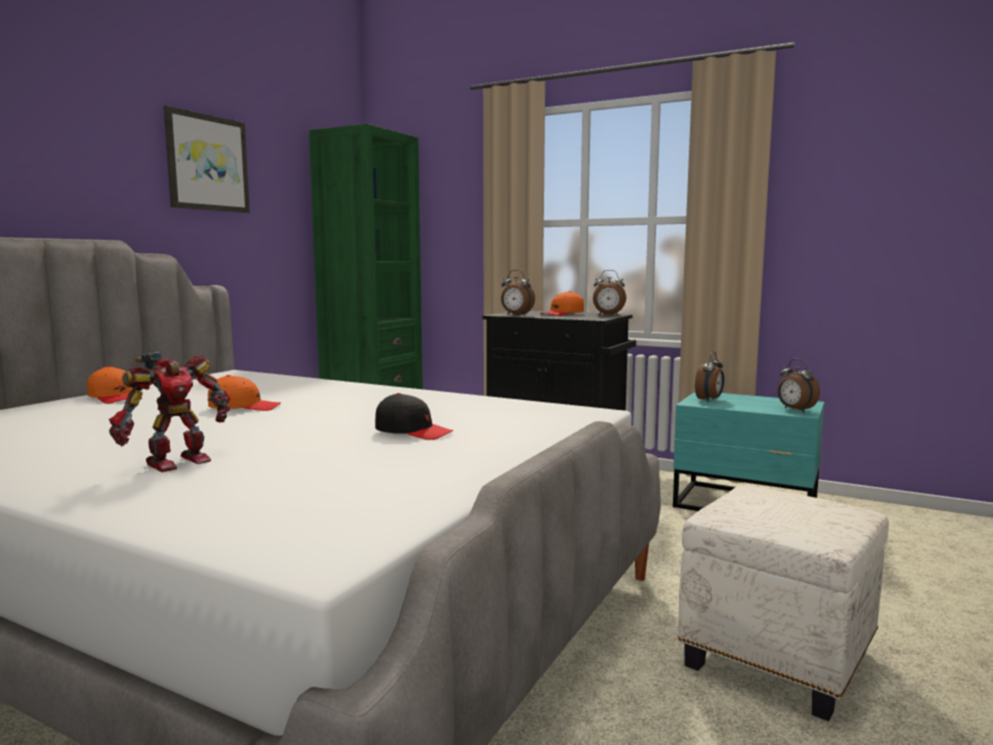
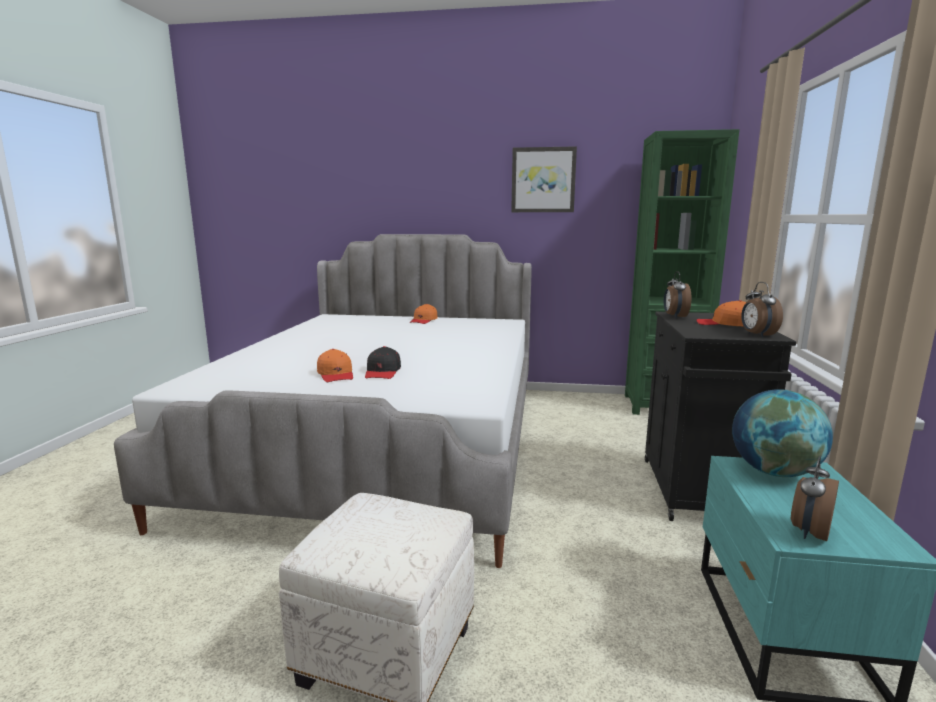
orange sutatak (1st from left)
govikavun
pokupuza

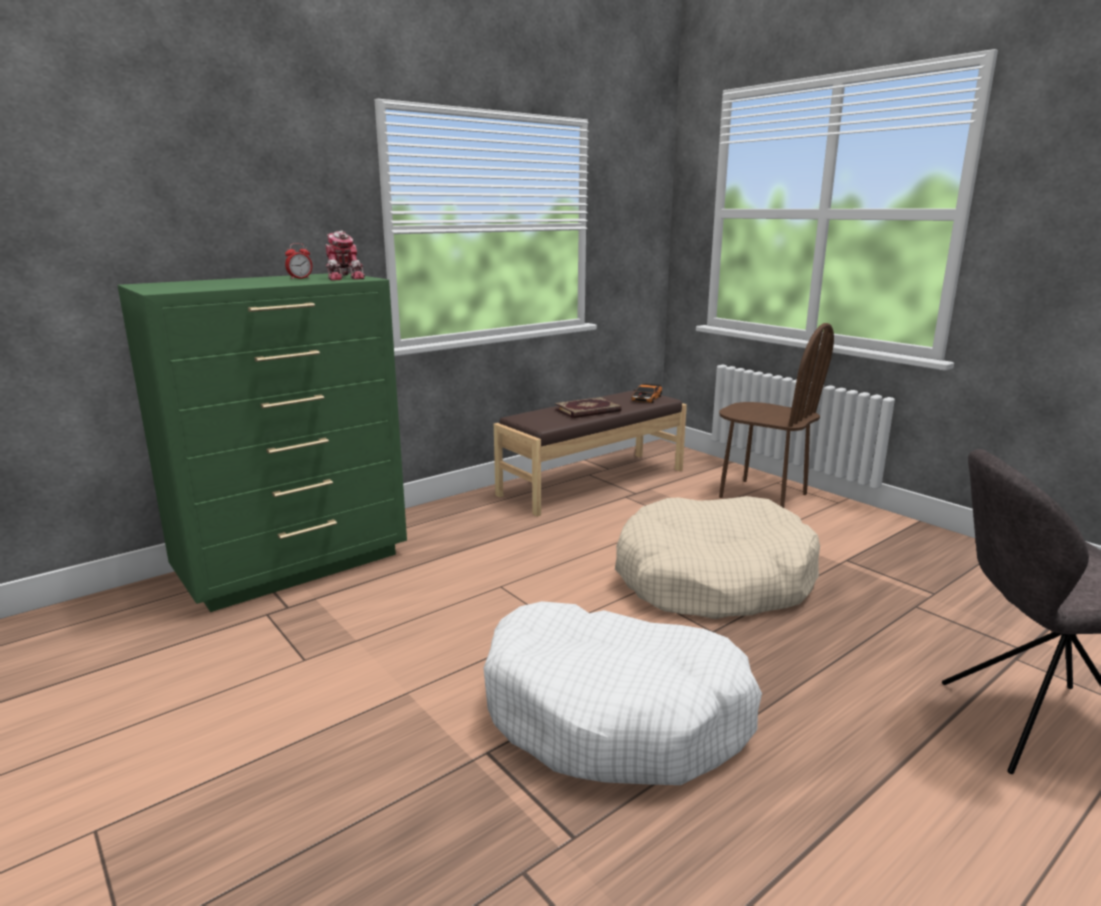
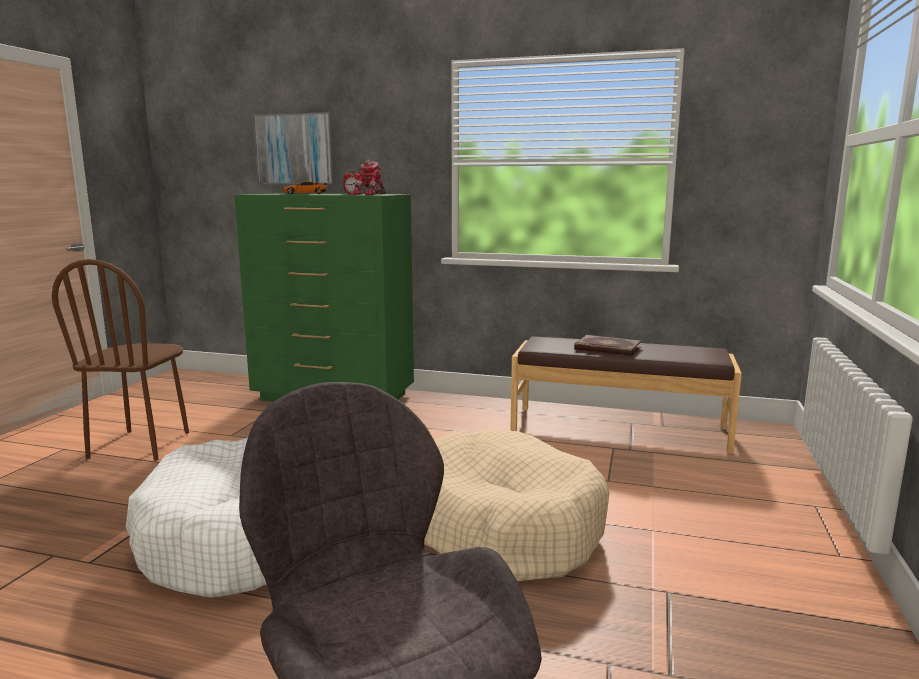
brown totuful
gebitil
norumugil

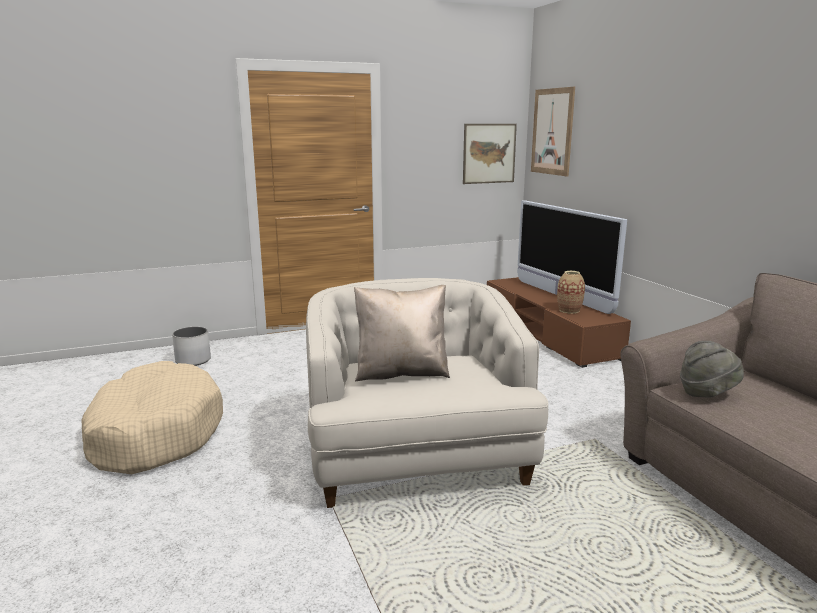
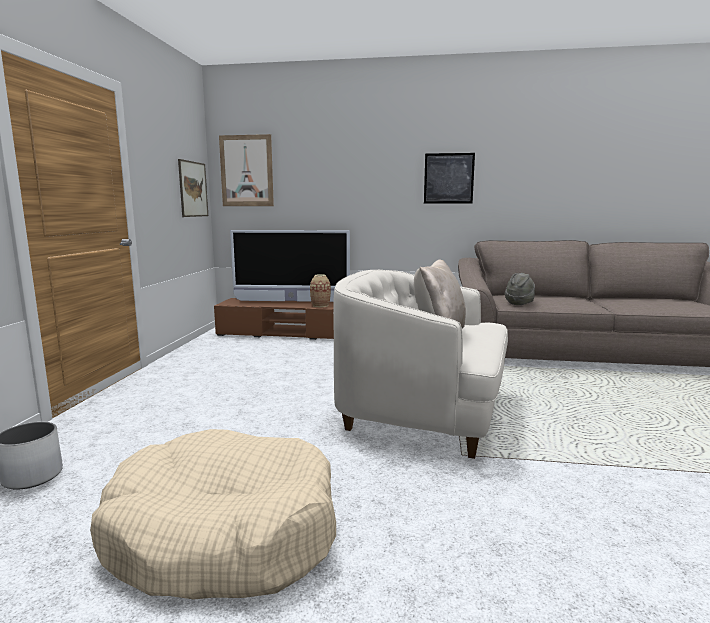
gebitil (3rd from left)

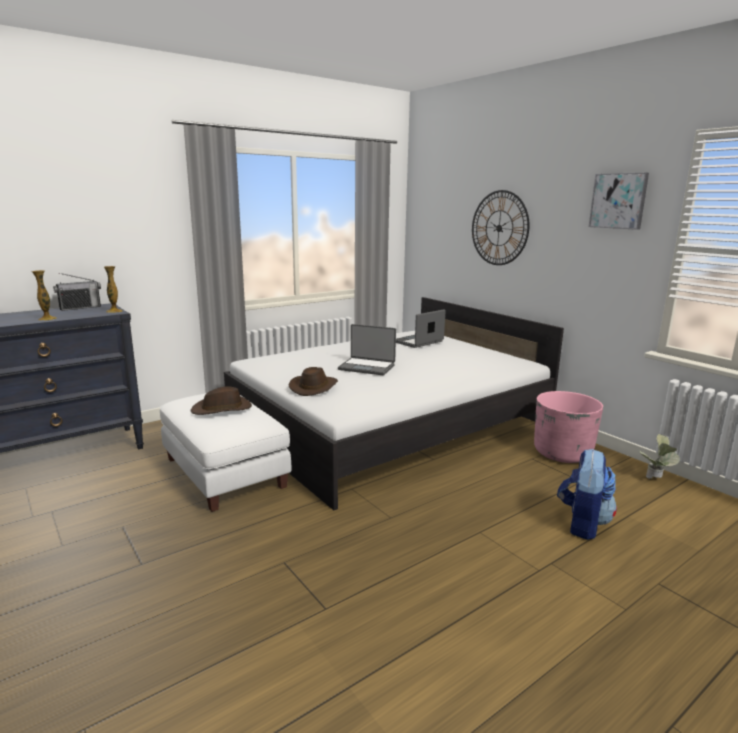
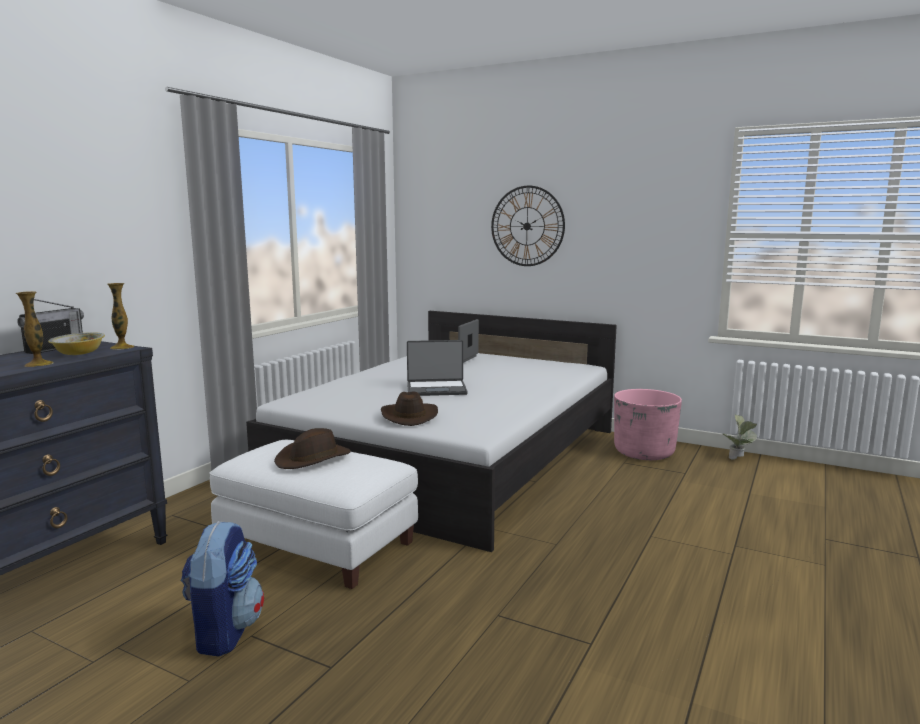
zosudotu
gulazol
gebitil

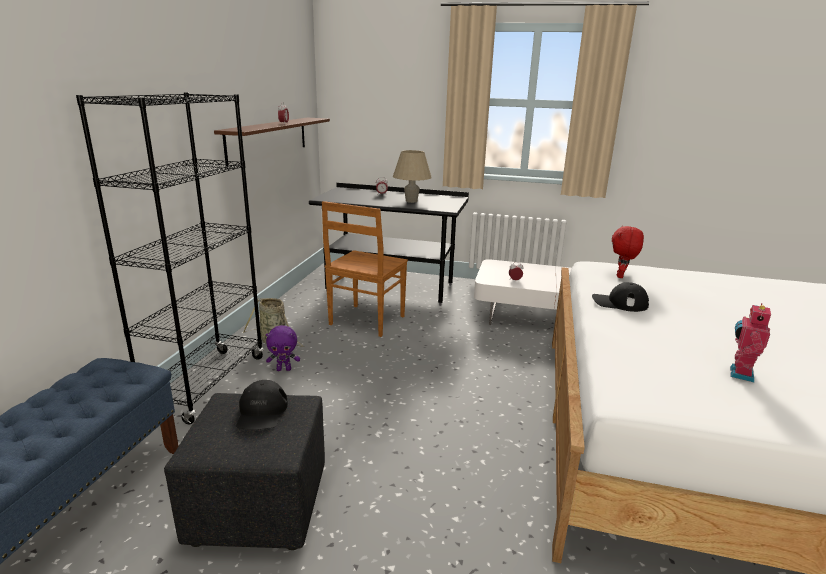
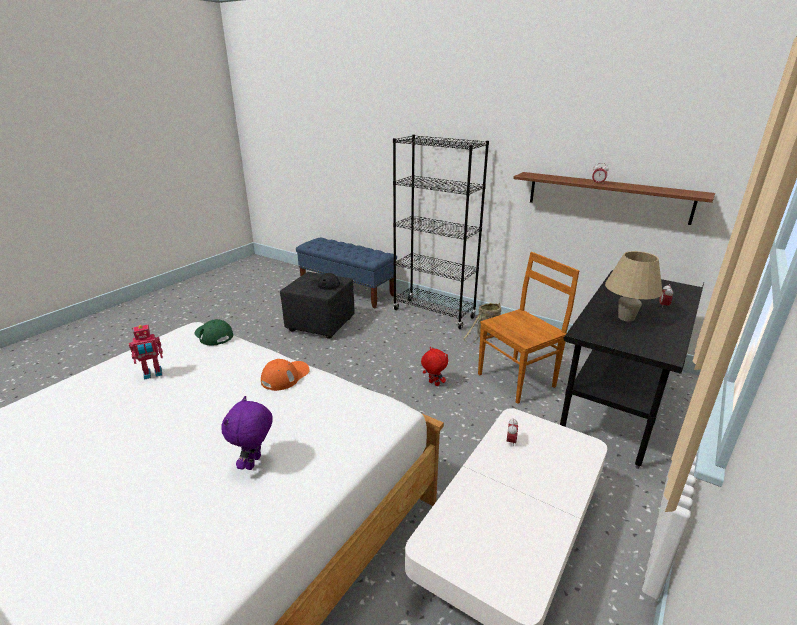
pokupuza
green sutatak
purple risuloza
orange sutatak
red risuloza
brown totuful

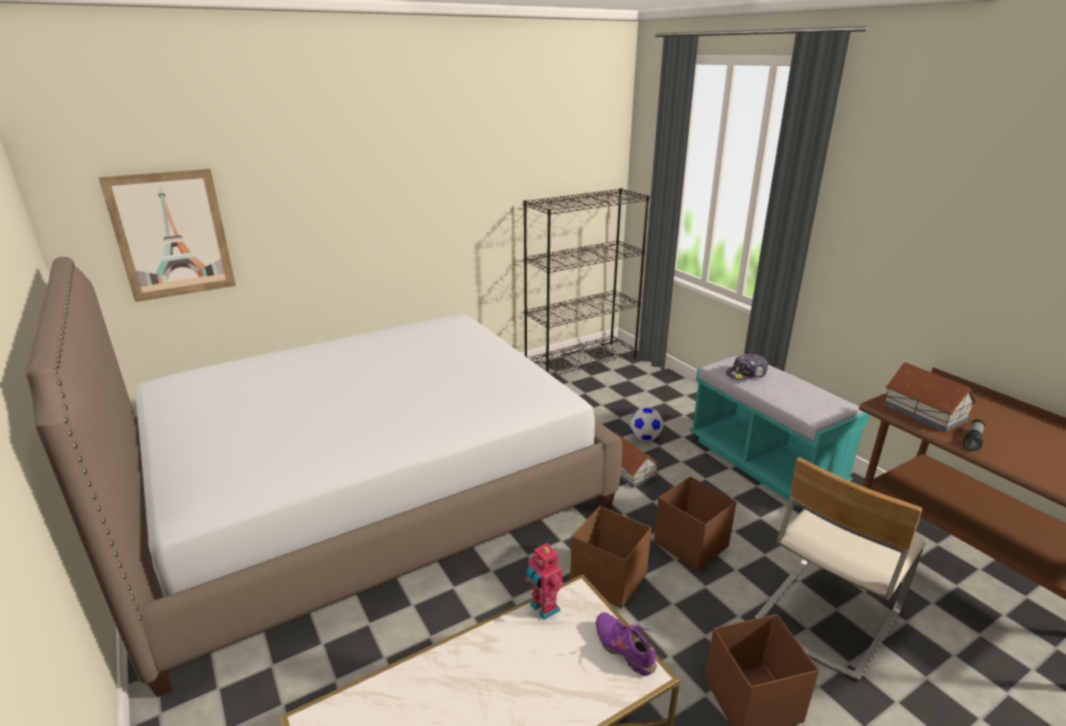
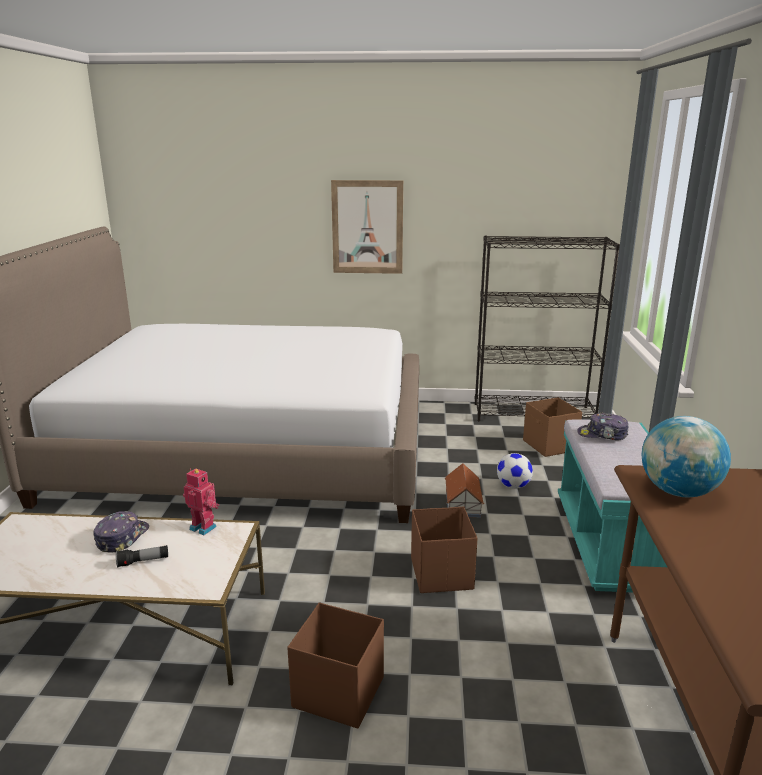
sutatak (1st from left)
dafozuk
pokupuza
gebitil
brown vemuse (3rd from left)
govikavun
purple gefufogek
beige totuful

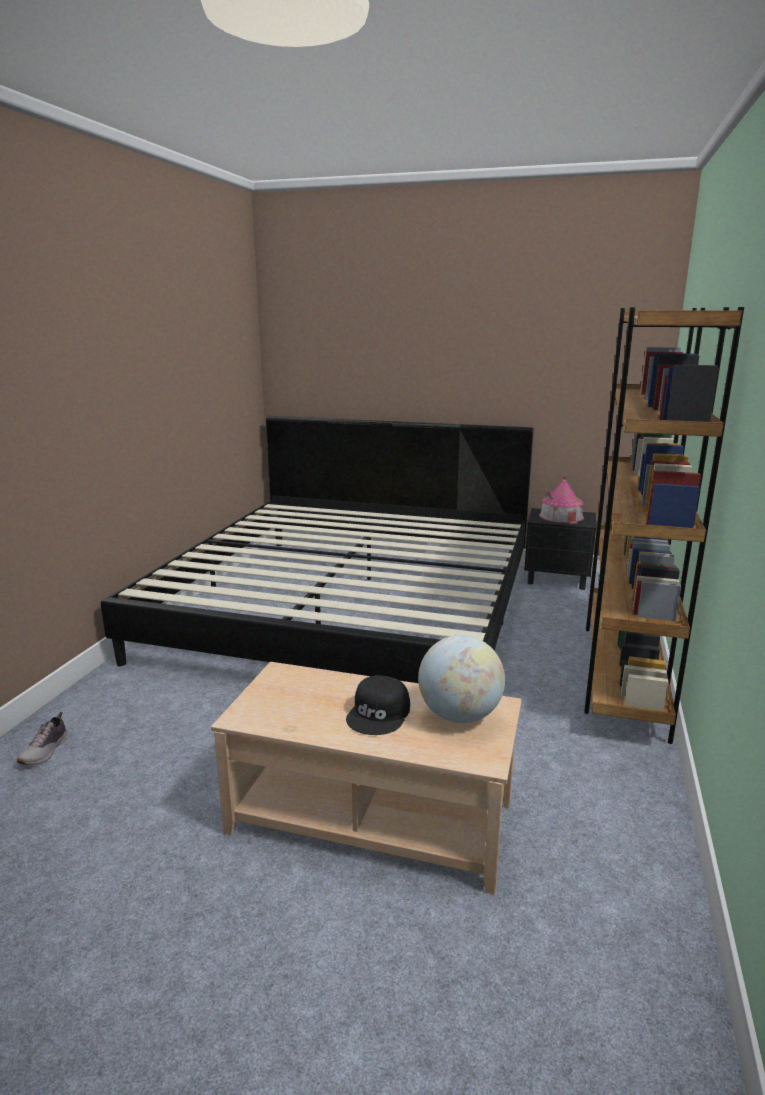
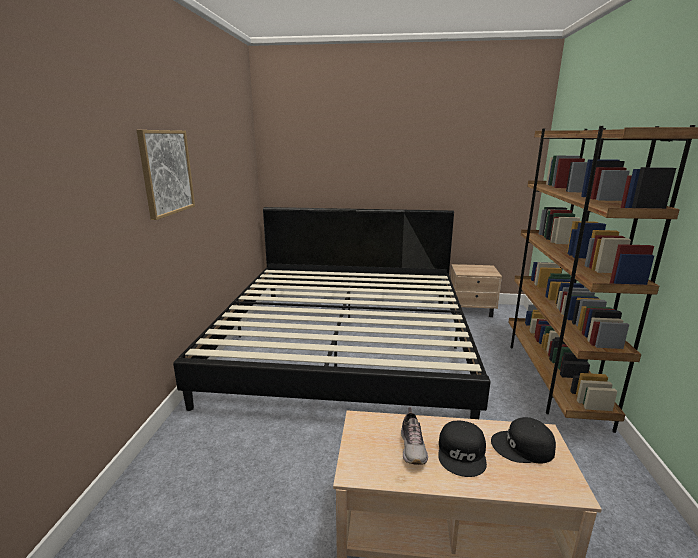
gebitil
gefufogek
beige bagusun
black sutatak (2nd from left)
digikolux

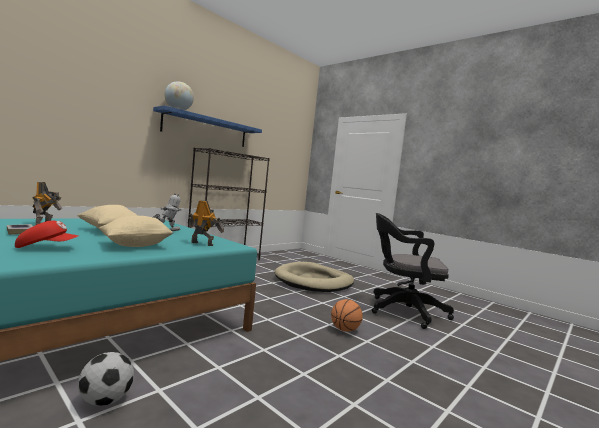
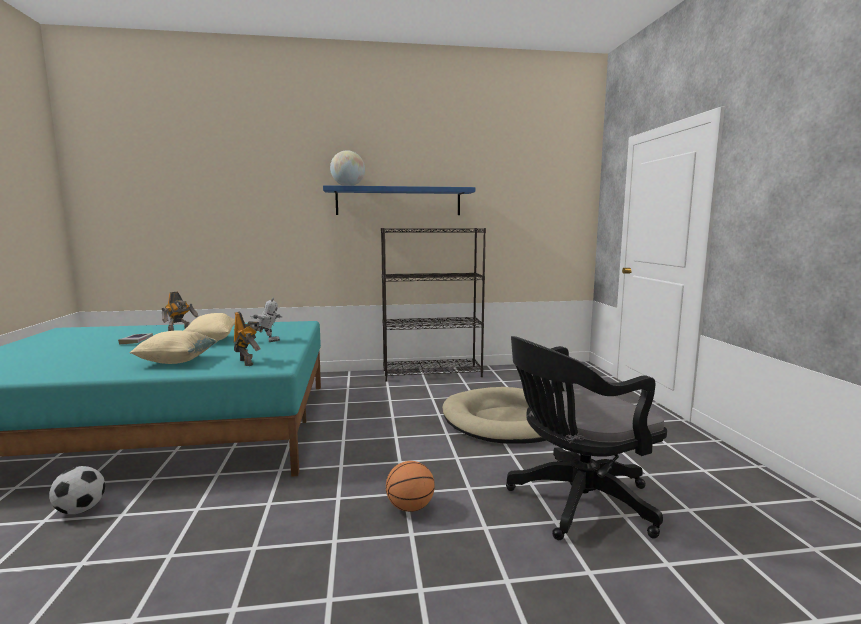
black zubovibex
red sutatak

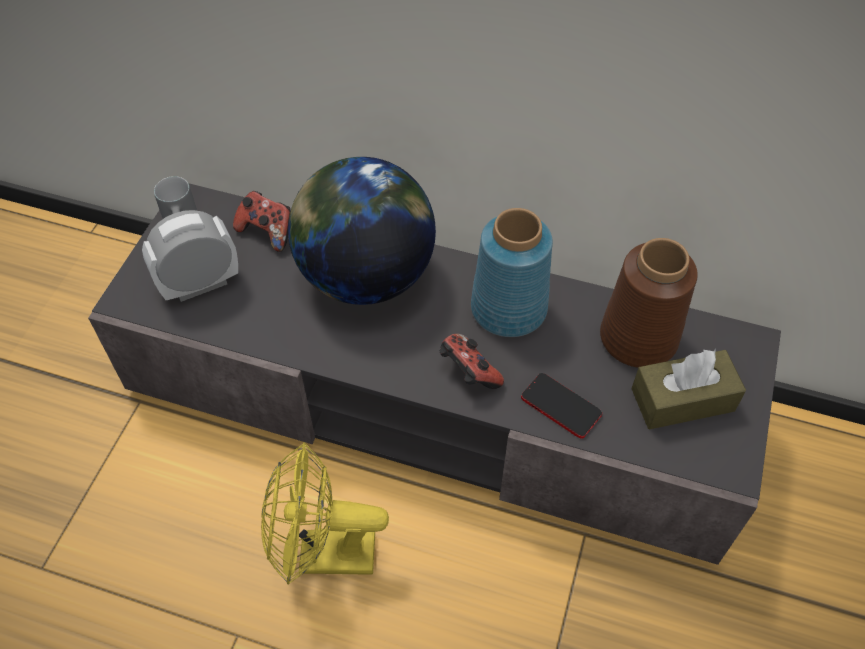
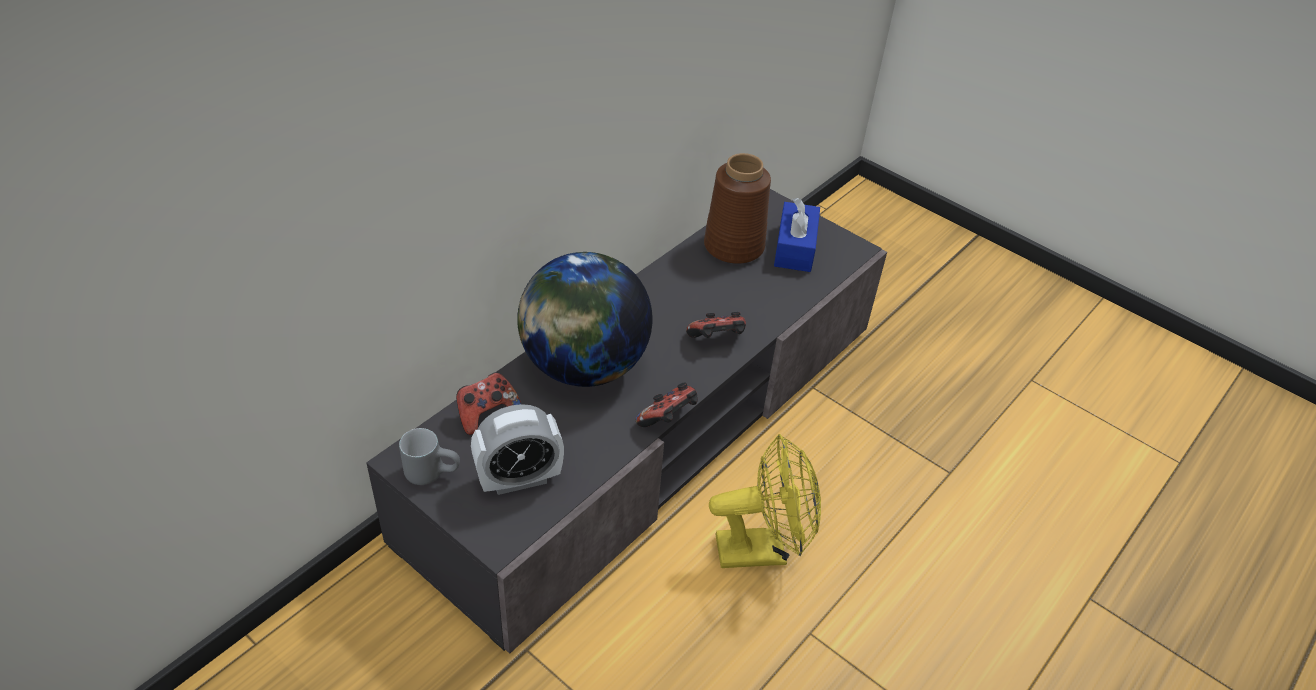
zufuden
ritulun (2nd from left)
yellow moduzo
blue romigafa
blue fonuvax
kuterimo

